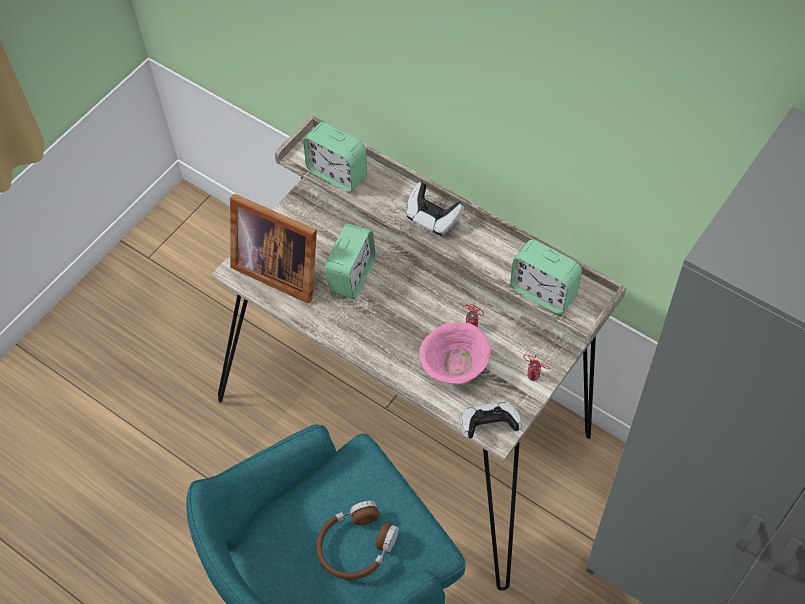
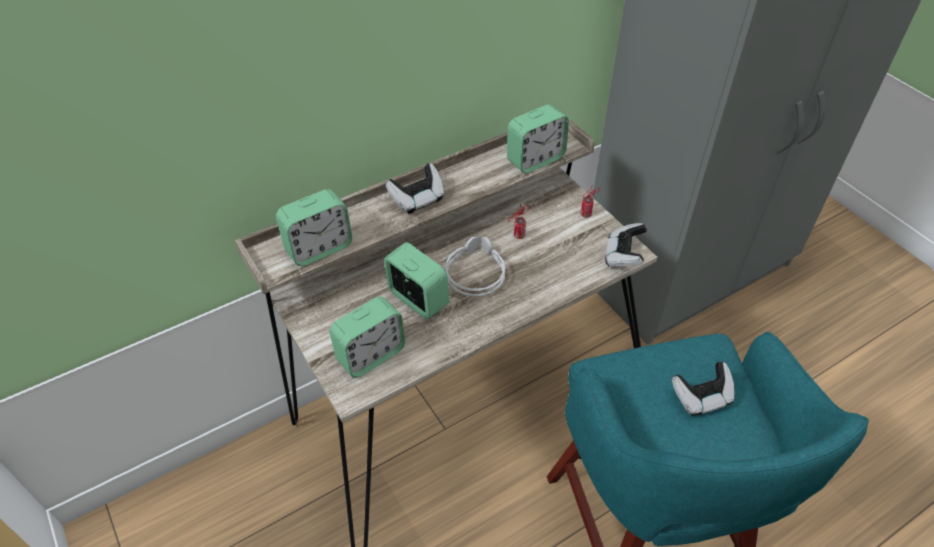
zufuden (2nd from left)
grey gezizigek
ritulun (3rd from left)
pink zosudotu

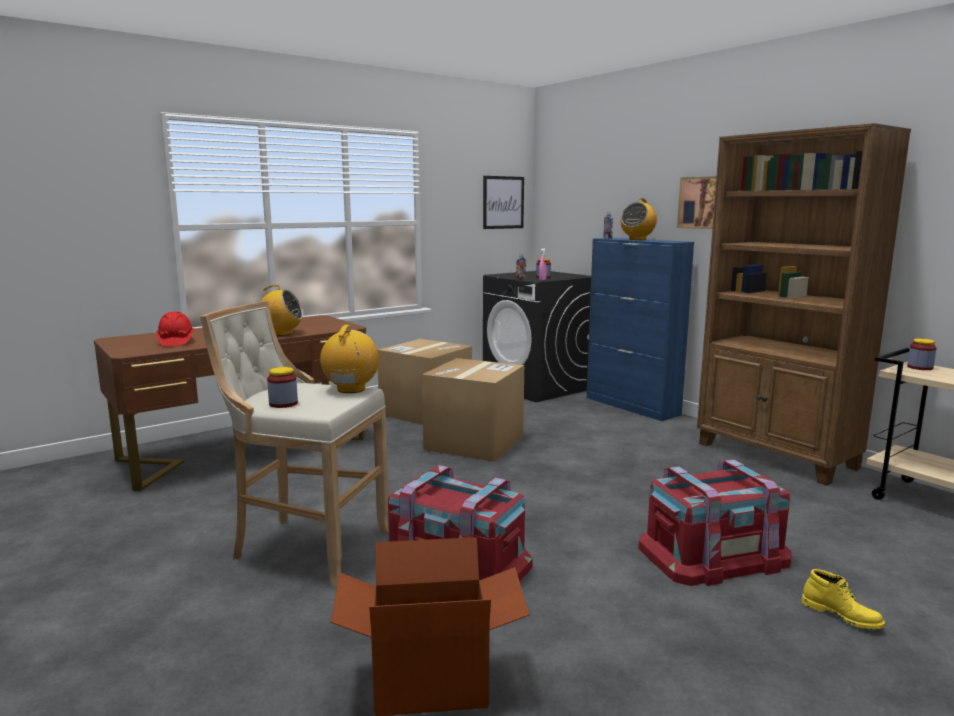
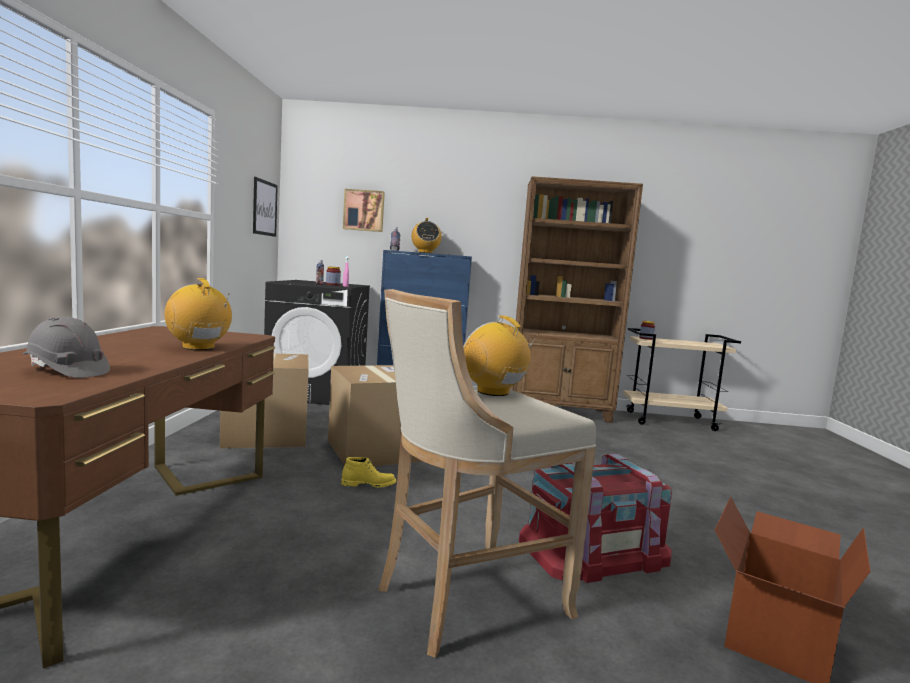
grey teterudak
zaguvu (1st from left)
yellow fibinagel
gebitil (2nd from left)
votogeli (1st from left in the first image)
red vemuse (2nd from left in the first image)

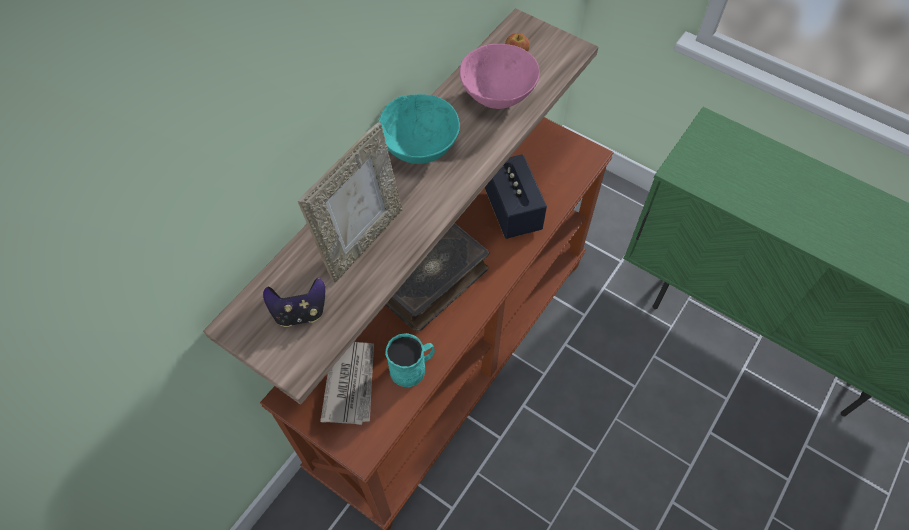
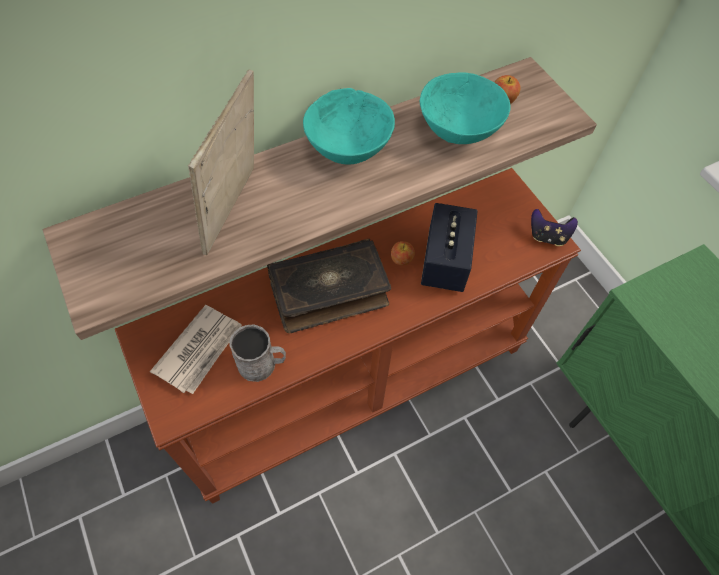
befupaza
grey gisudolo
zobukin (1st from left)
turquoise zosudotu (2nd from left)
ritulun

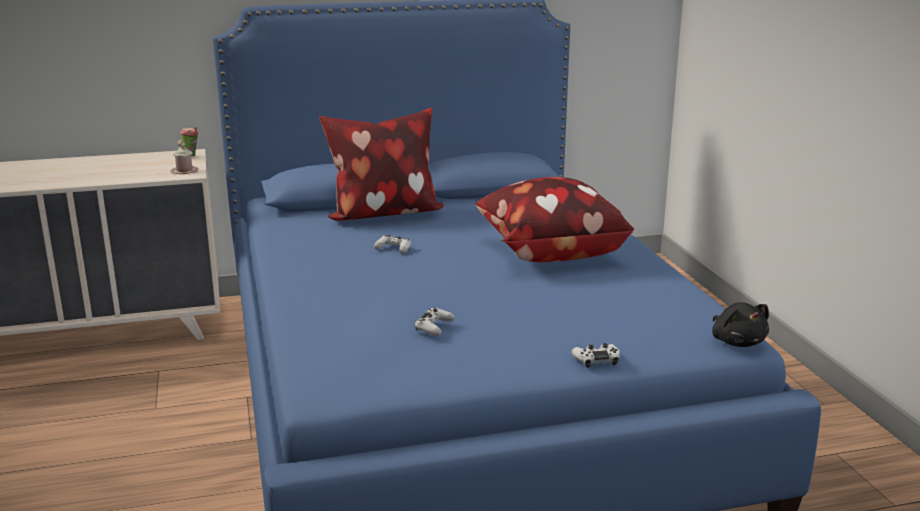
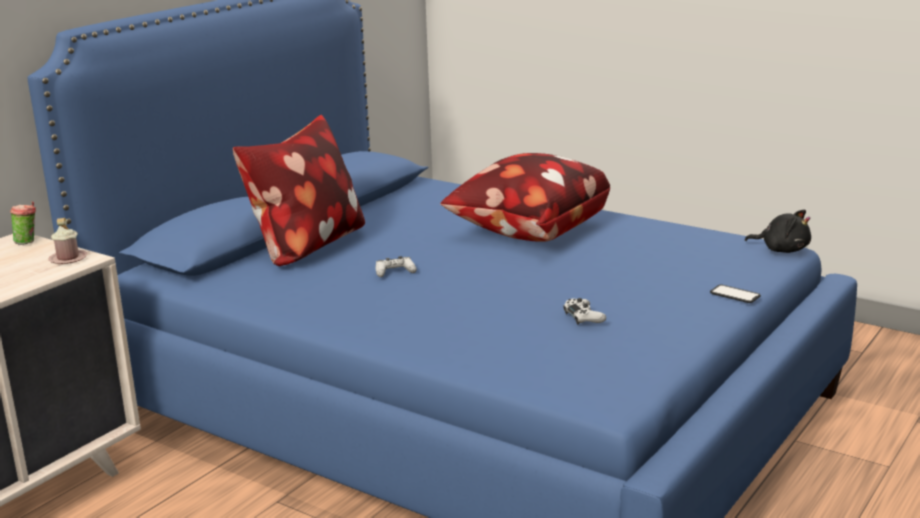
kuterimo

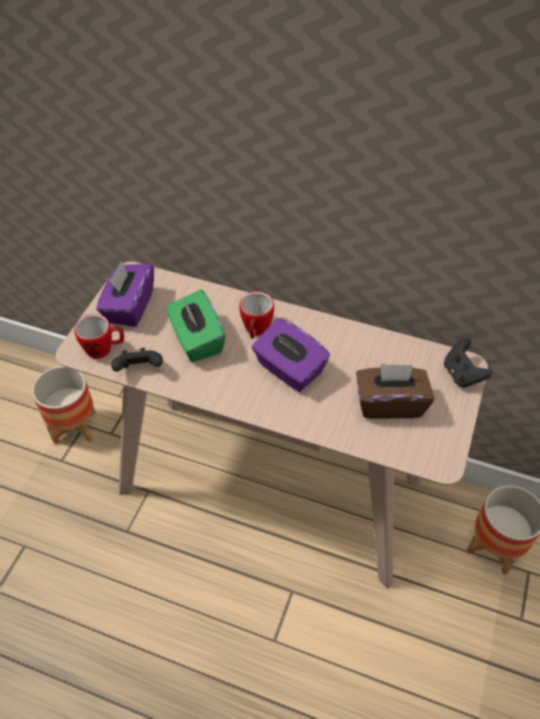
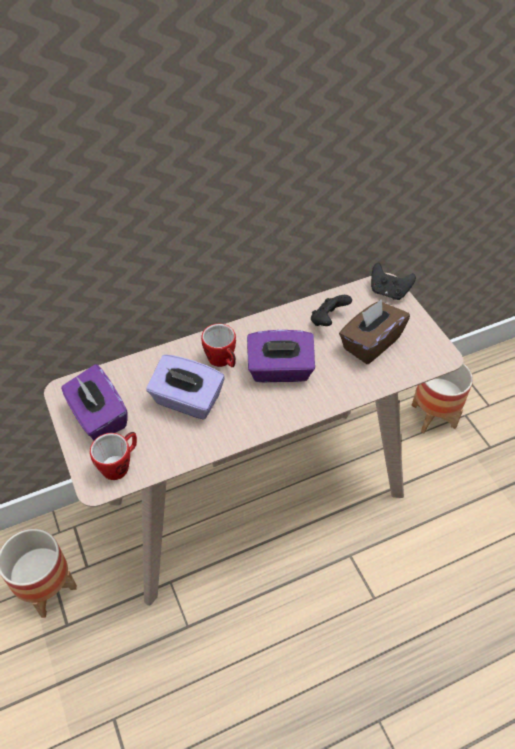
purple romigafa (2nd from left)
black ritulun (1st from left)

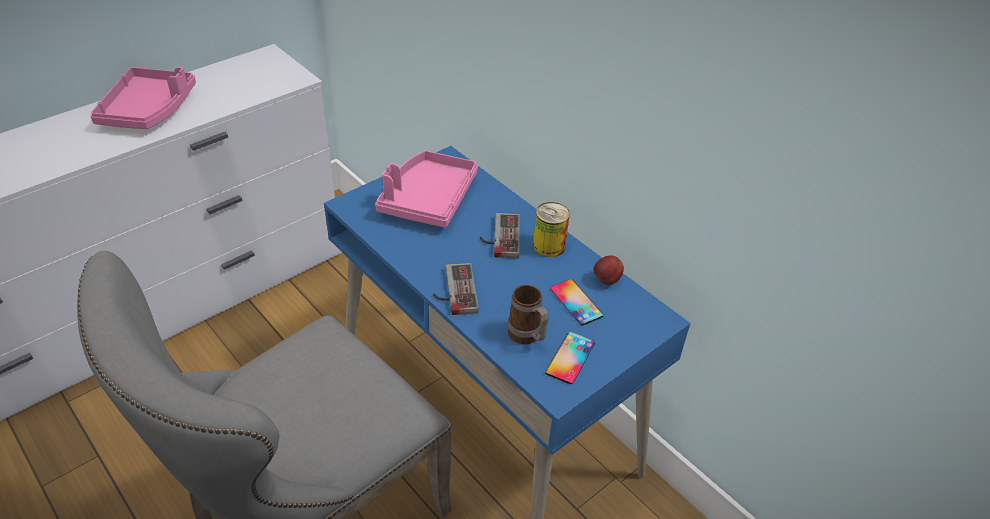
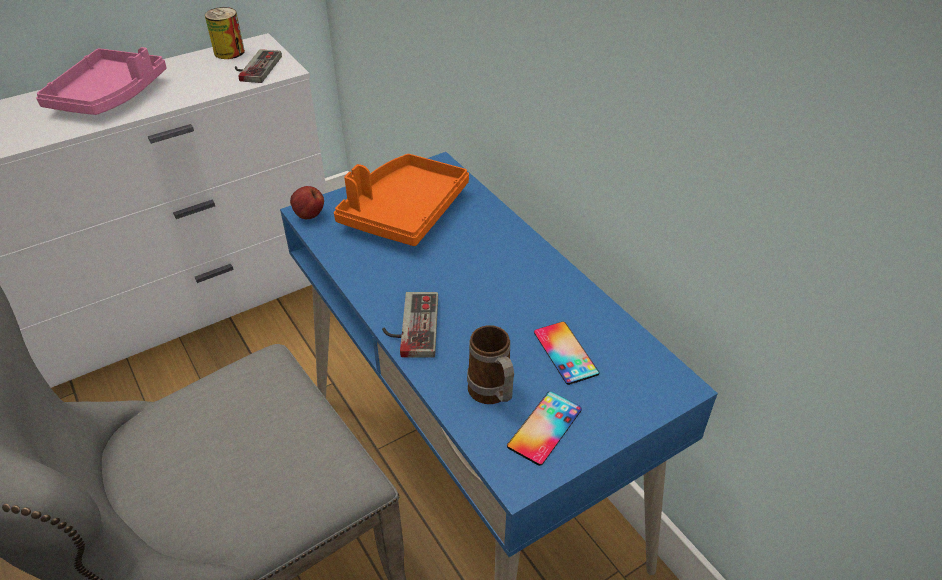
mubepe
ritulun (1st from left)
zobukin
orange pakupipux

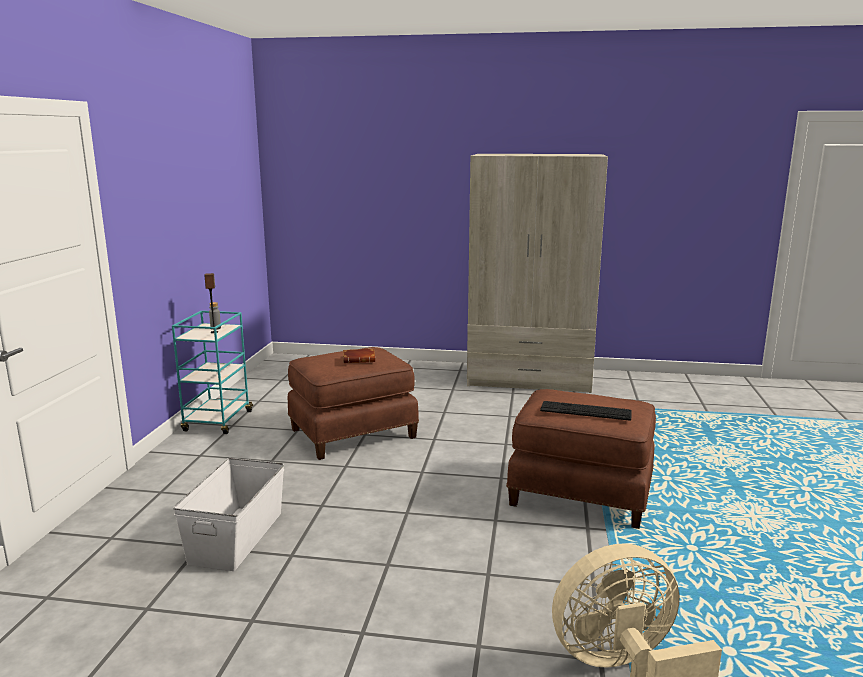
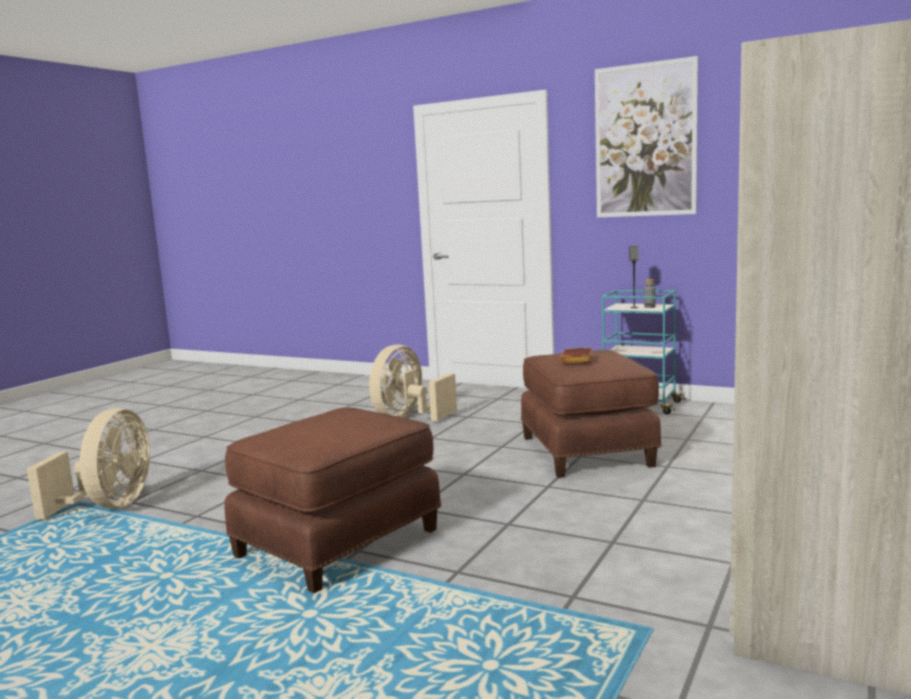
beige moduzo (2nd from left)
gebitil
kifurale

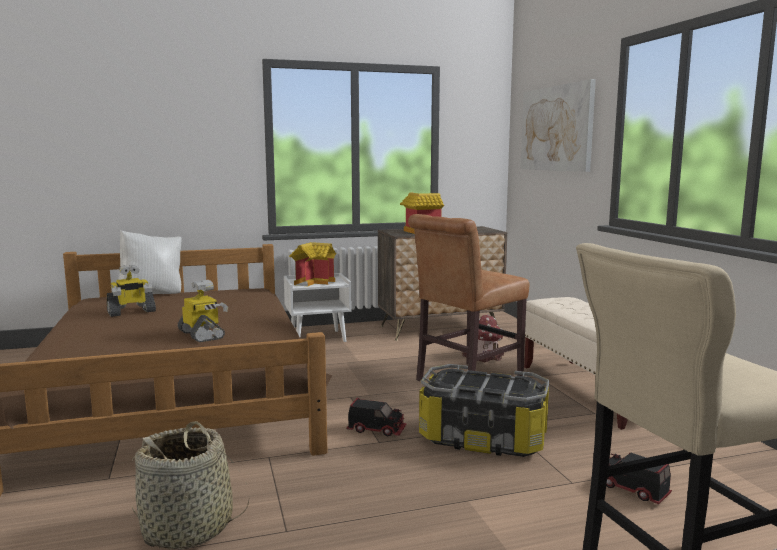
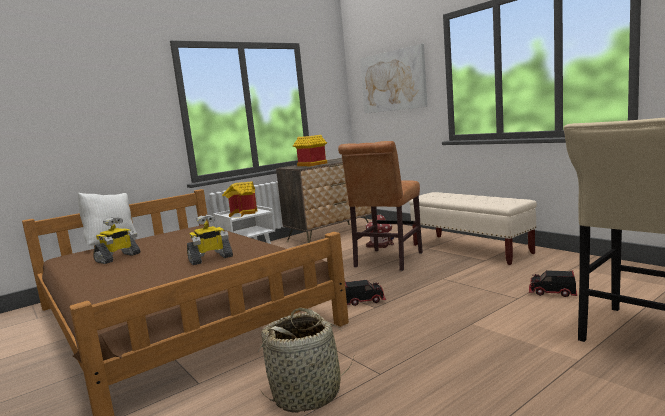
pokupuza (2nd from left)
vemuse

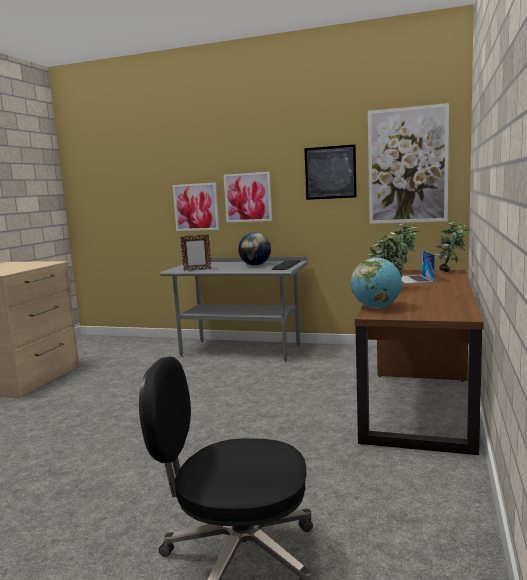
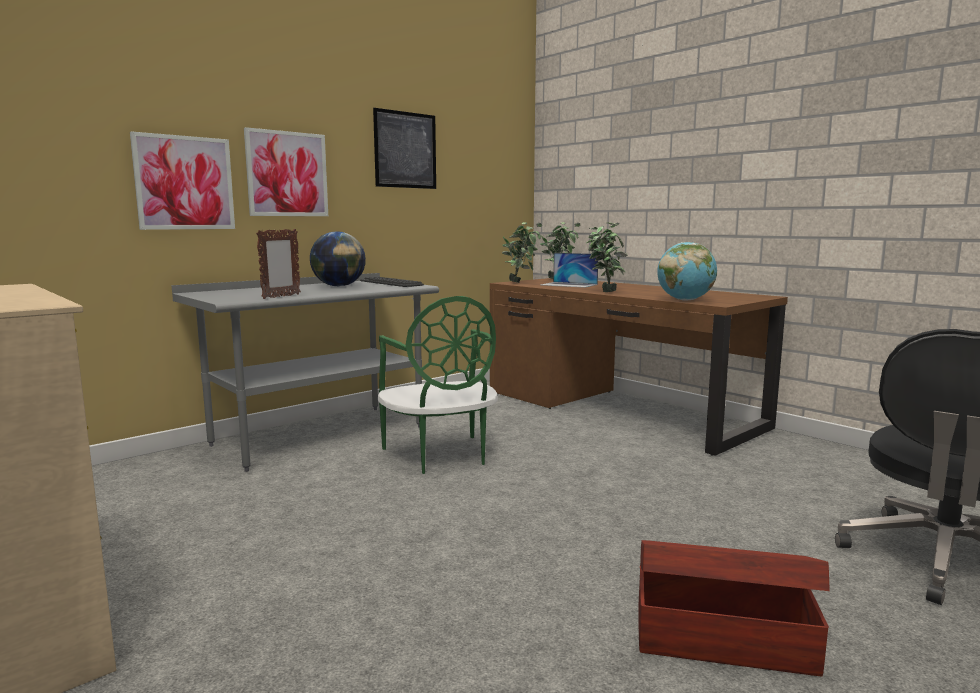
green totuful
brown vemuse
gebitil (4th from left in the first image)

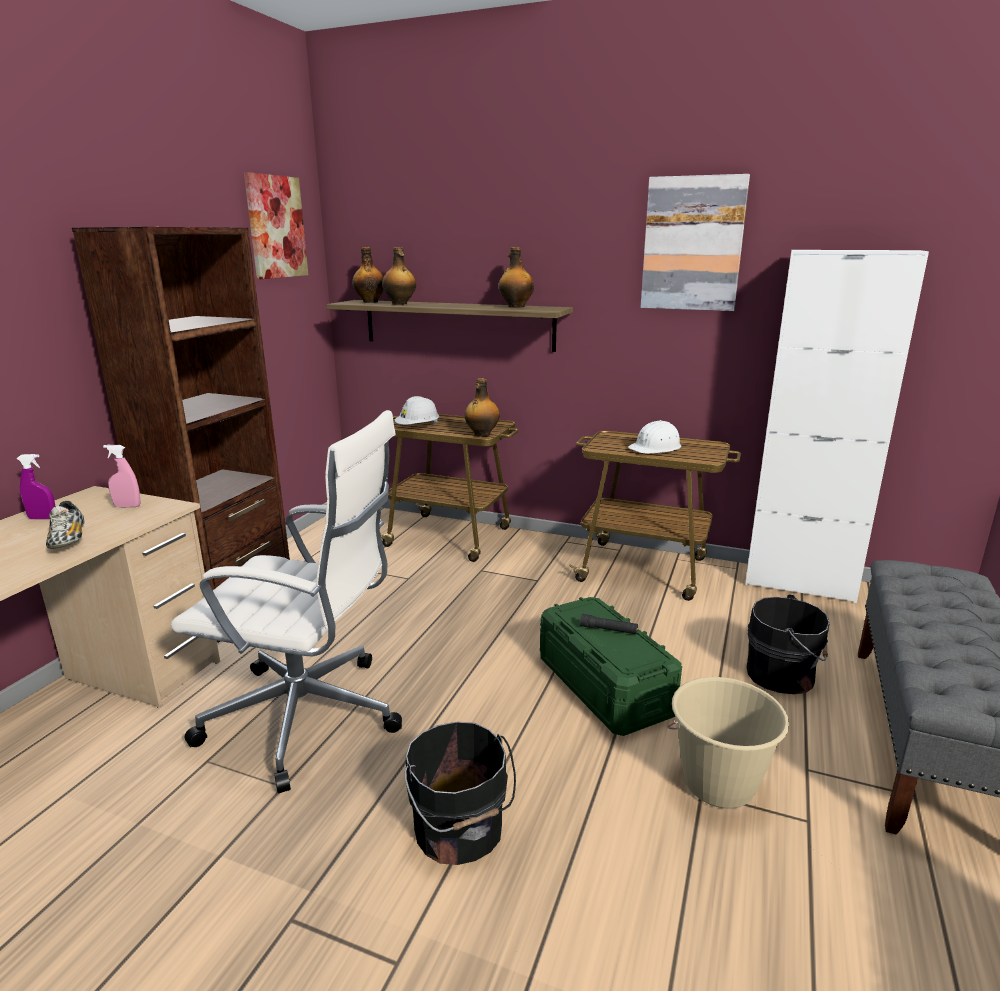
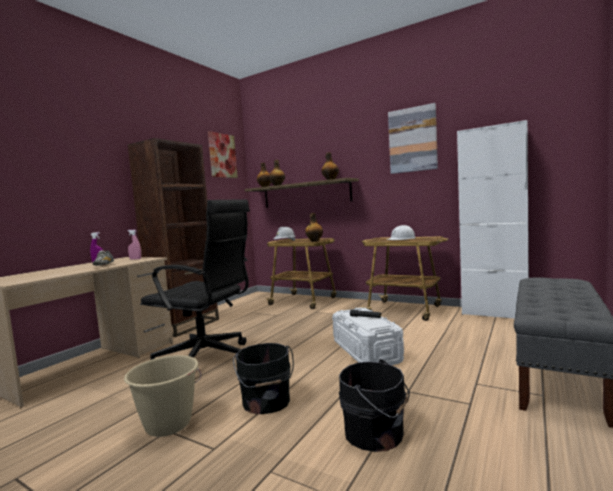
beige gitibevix
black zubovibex
white vemuse
black gitibevix (2nd from left)

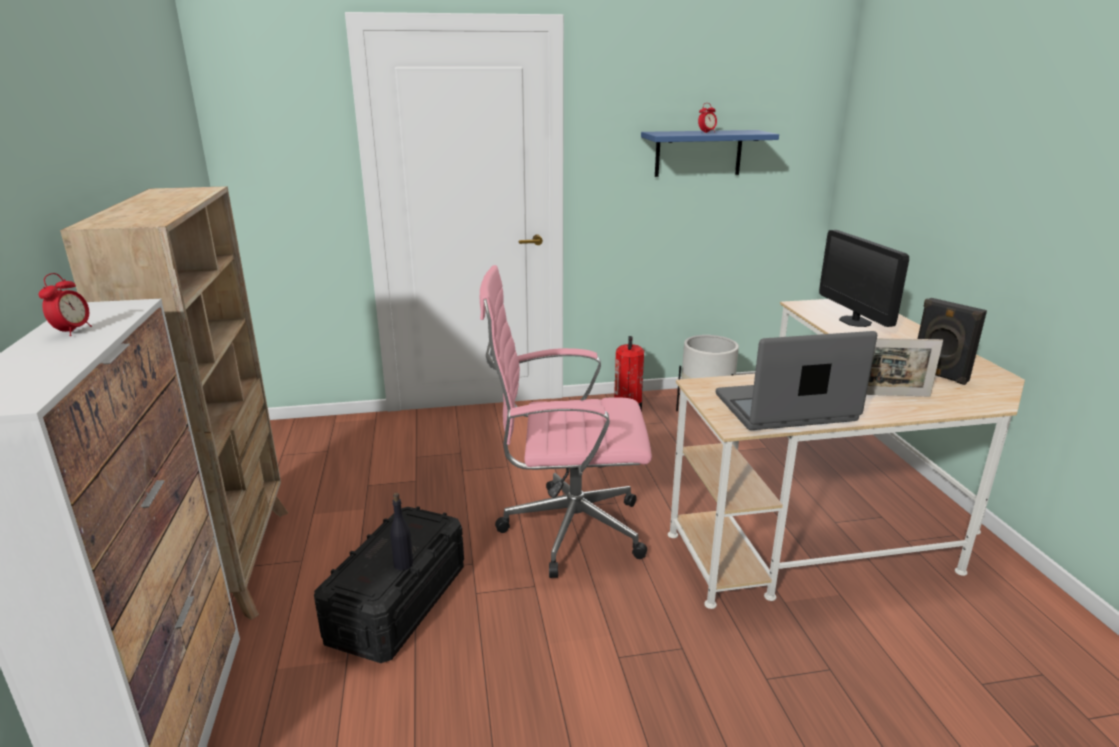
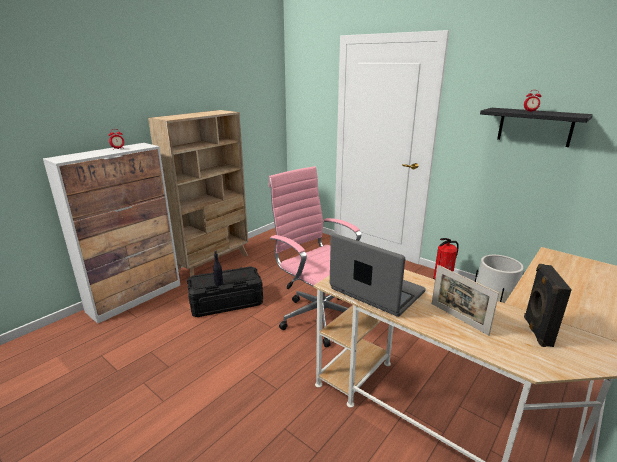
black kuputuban
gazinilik

